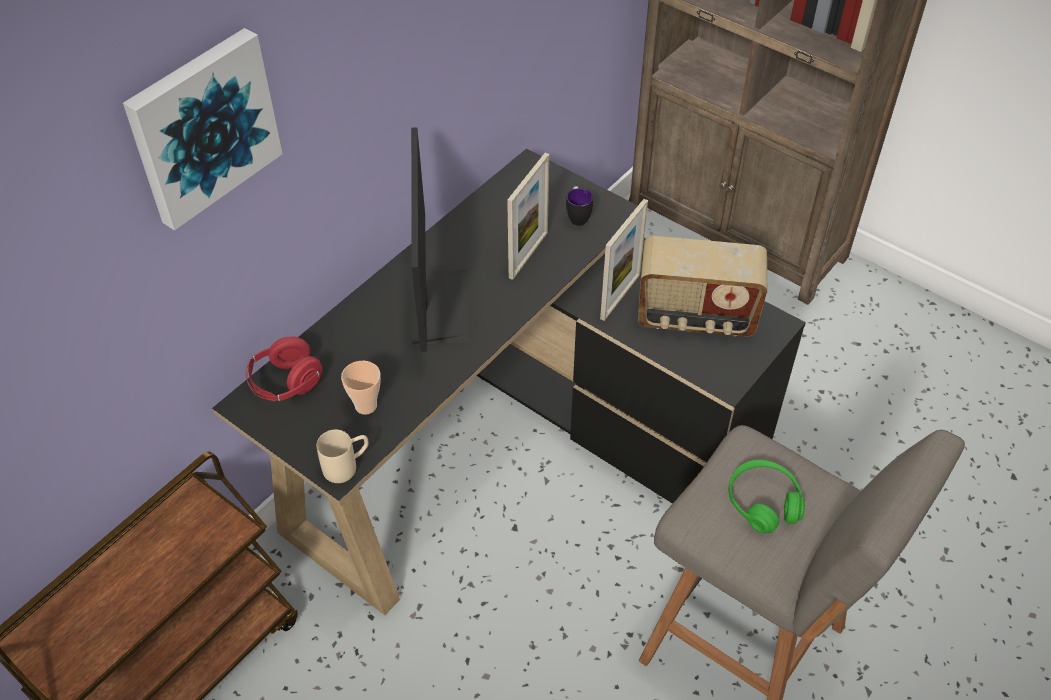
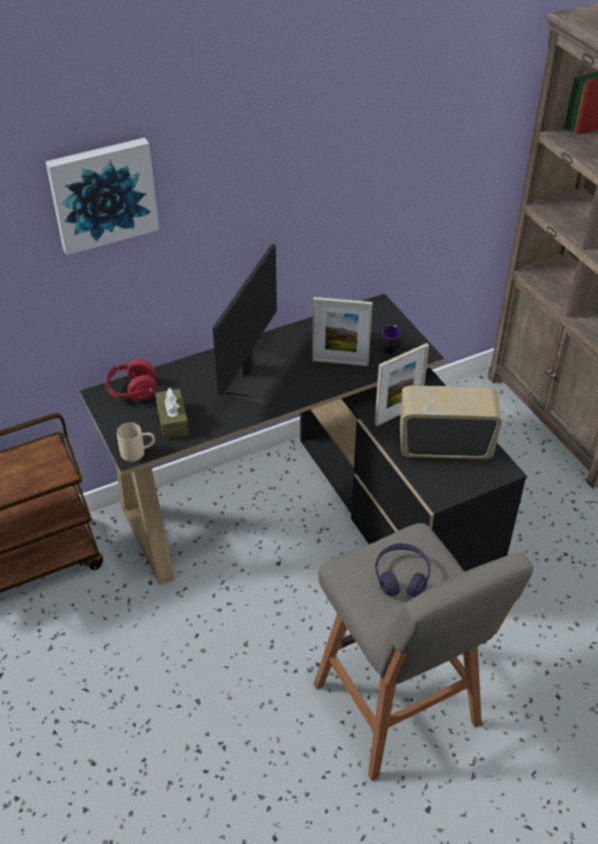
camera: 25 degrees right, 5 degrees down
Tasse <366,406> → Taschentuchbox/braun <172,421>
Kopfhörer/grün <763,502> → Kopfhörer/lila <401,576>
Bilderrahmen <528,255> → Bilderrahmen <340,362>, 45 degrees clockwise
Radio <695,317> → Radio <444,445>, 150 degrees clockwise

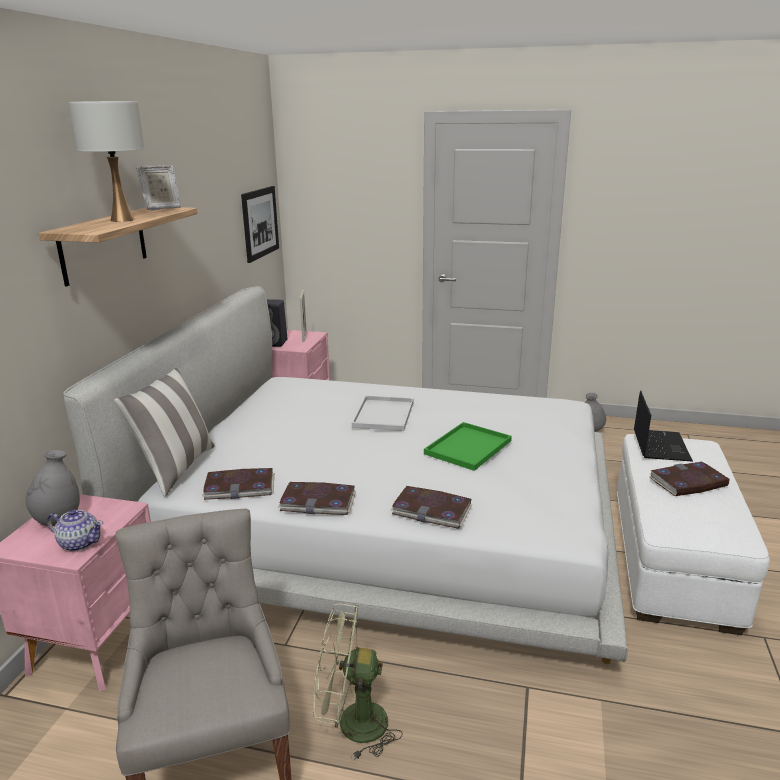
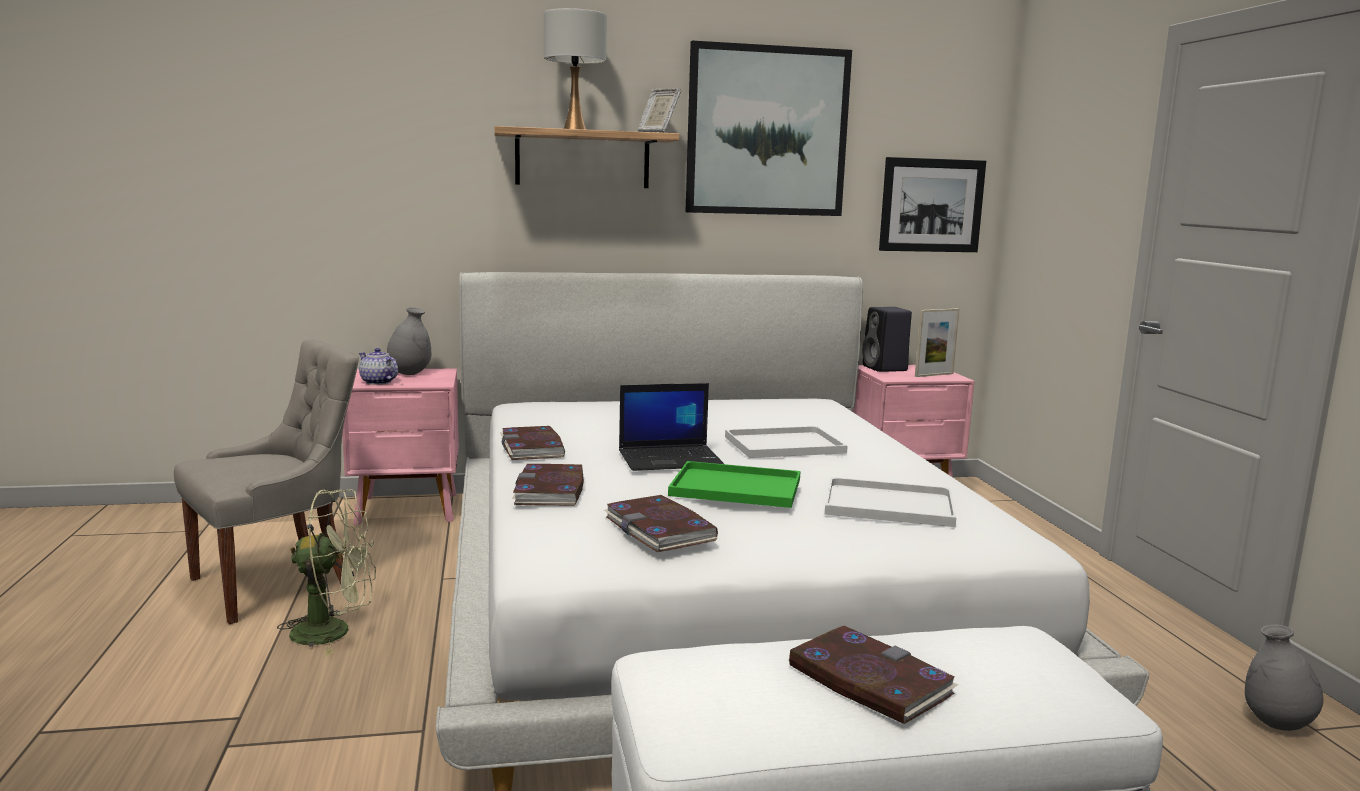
camera: 65 degrees right, 10 degrees down
Kissen <176,468> → -
- → Bild <767,131>
- → Tablett/weiß <886,505>
Buch <240,487> → Buch <660,529>, move
Laptop <660,445> → Laptop <671,459>, move
Teekanne <79,543> → Teekanne <378,382>, 135 degrees clockwise
Ventilator/grün <351,724> → Ventilator/grün <334,631>, 105 degrees clockwise

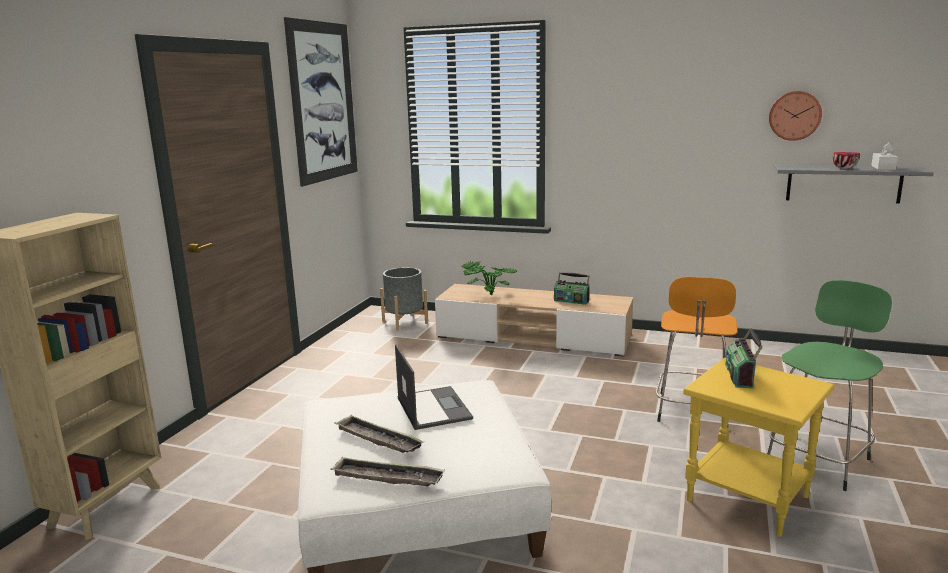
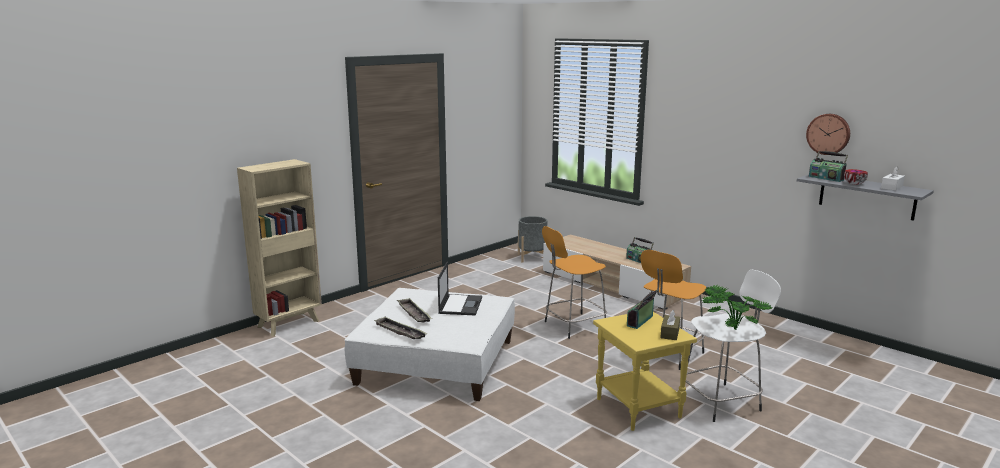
camera: 25 degrees right, 0 degrees up
Bild <323,102> → -
- → Hocker/orange <573,326>
- → Taschentuchbox/braun <670,333>
- → Radio <826,178>
Topfpflanze <488,294> → Topfpflanze <731,328>, move
Hocker/grün <819,459> → Hocker/weiß <722,401>

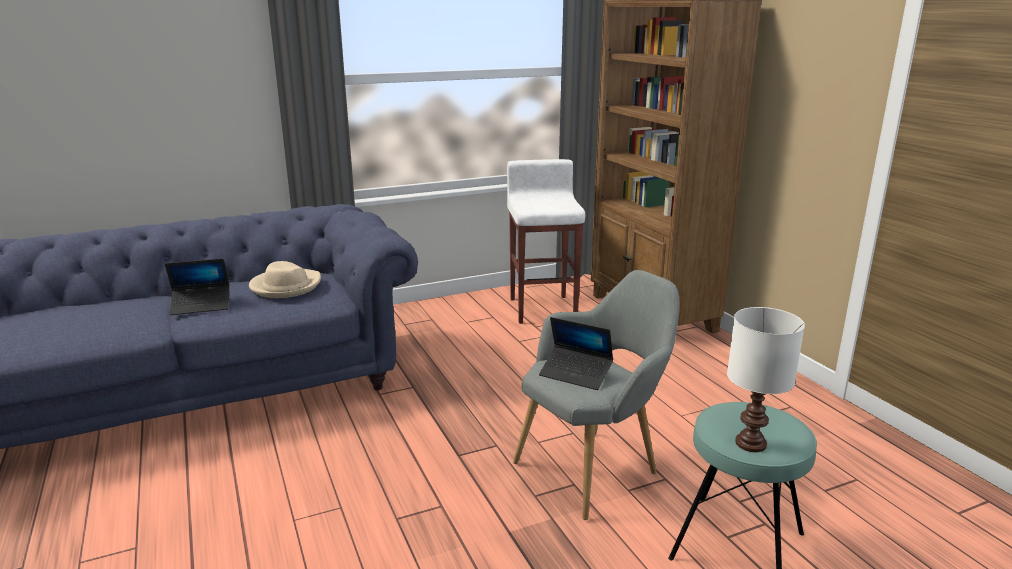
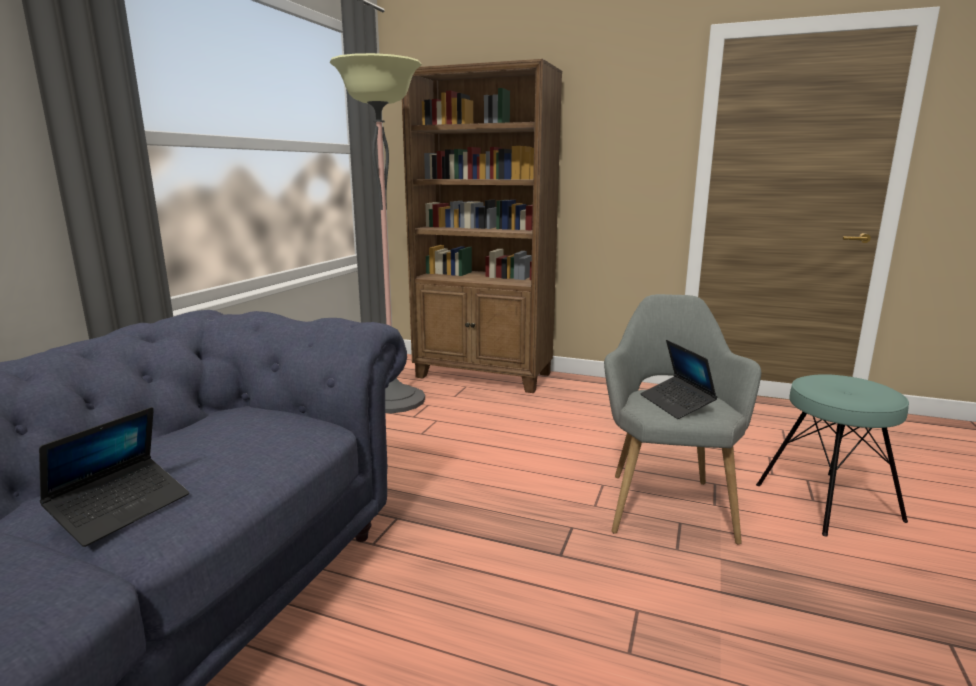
camera: 45 degrees left, 5 degrees down
Hut/beige <285,286> → -
Tischlampe/weiß <751,443> → -
Hocker/weiß <543,308> → Stehlampe <392,400>
Laptop <576,374> → Laptop <676,404>, 90 degrees clockwise

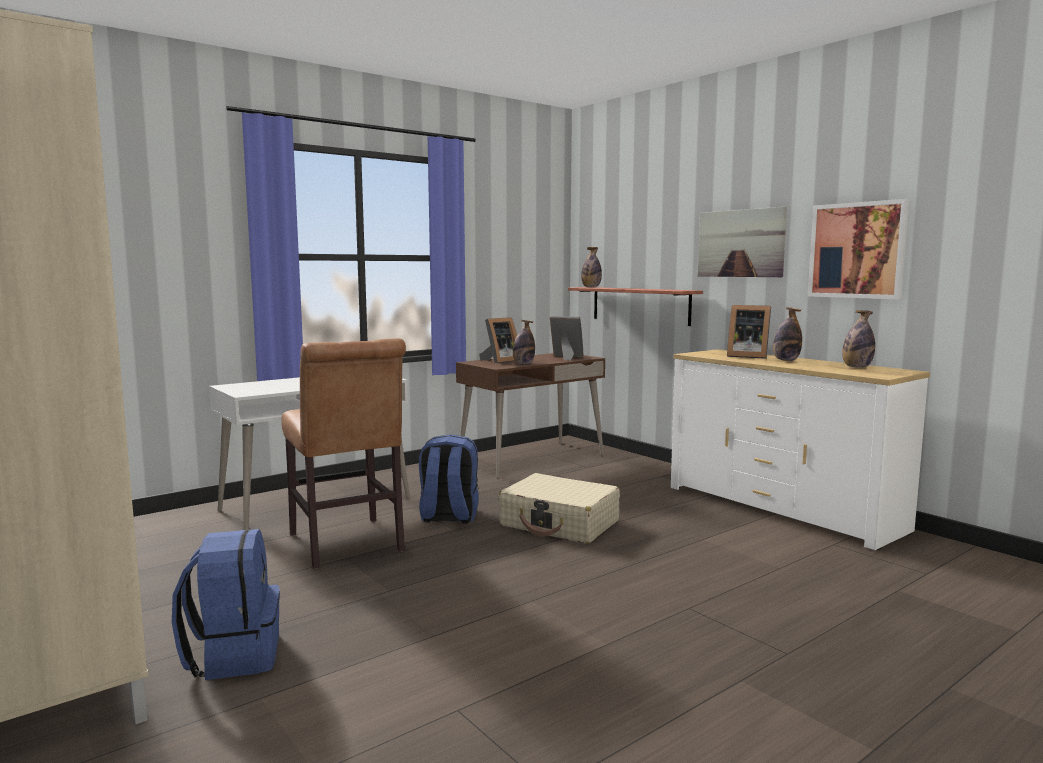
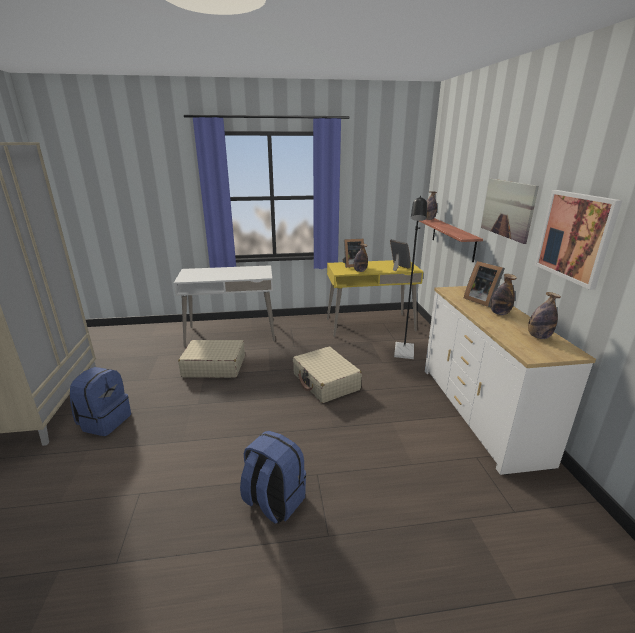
camera: 30 degrees right, 15 degrees up
- → Stehlampe/schwarz <404,354>
Rucksack/blau <448,517> → Rucksack/blau <273,501>, move
Stuhl/braun <347,545> → Koffer/beige <214,366>
Schreibtisch/braun <531,459> → Schreibtisch/gelb <370,325>

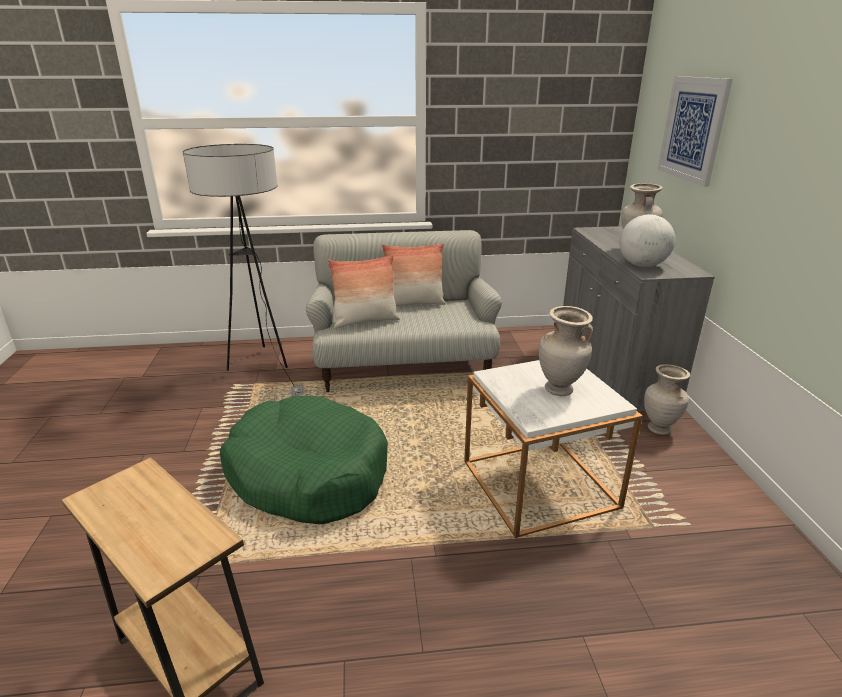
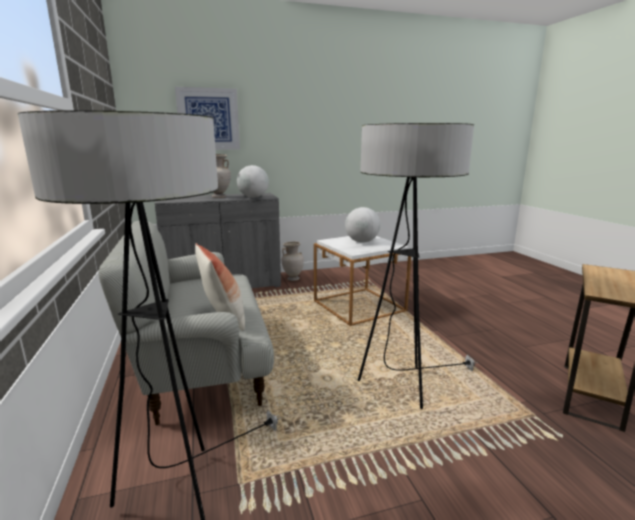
camera: 100 degrees left, 10 degrees down
Kissen <414,304> → -
Hundebett/grün <308,474> → Stehlampe <401,388>
Vase/beige <559,390> → Globus <362,242>

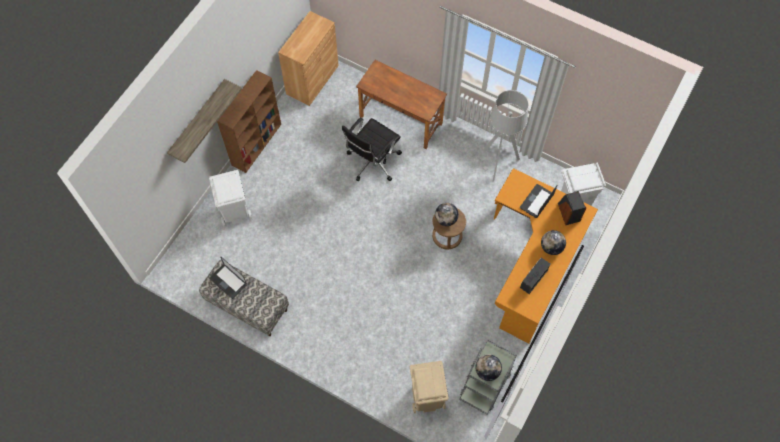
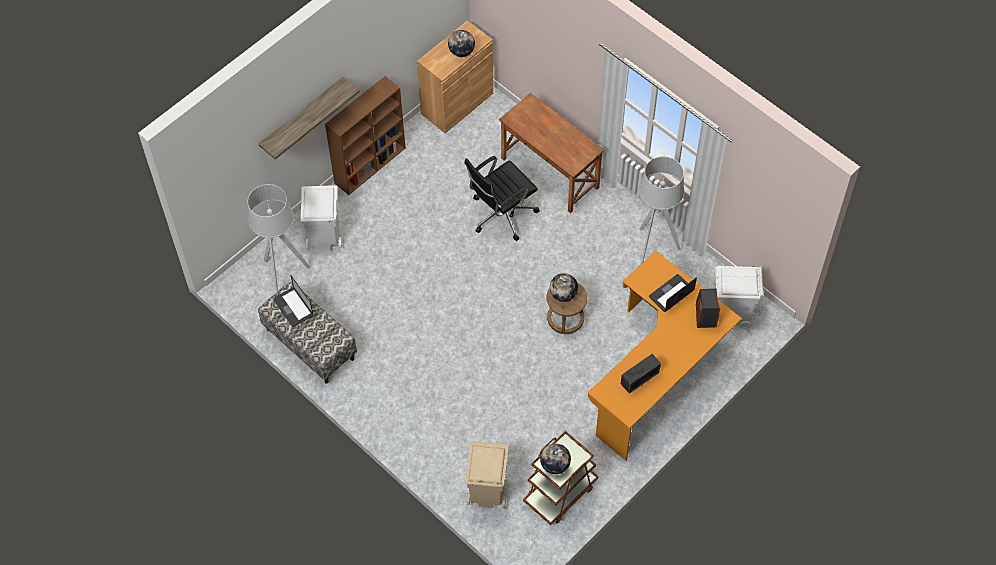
camera: 15 degrees right, 5 degrees down
- → Stehlampe/grau <284,275>
Globus <551,247> → Globus <461,52>, move
Rollwagen/grau <485,384> → Rollwagen/braun <560,493>

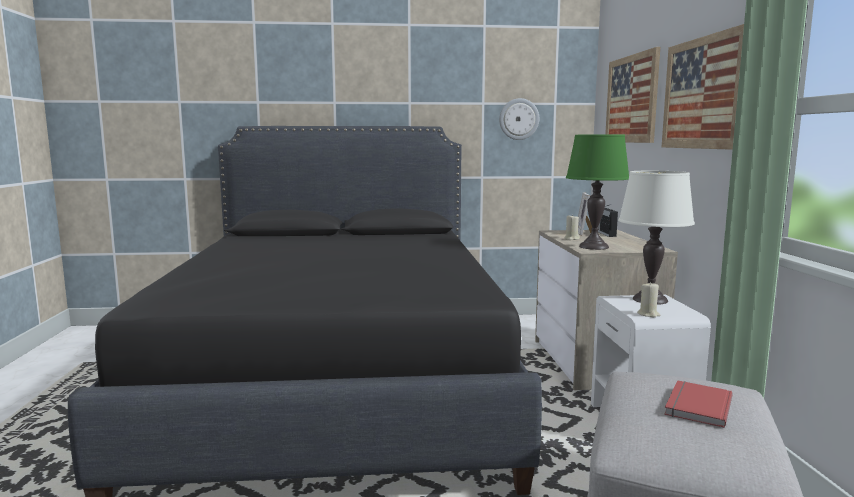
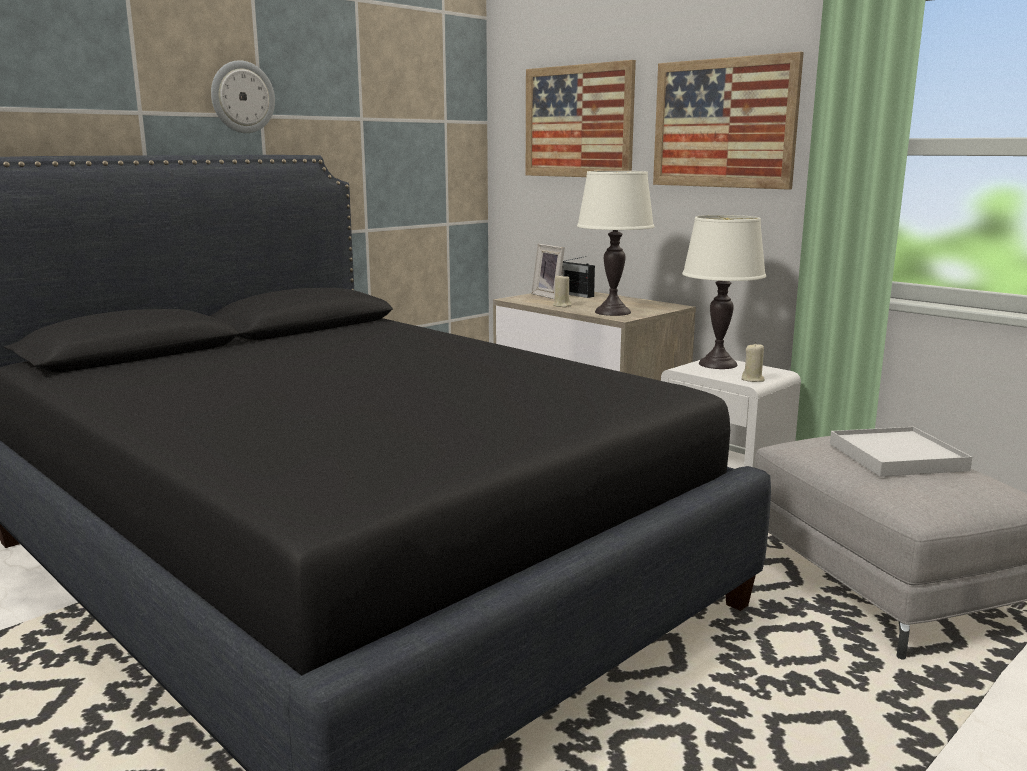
camera: 40 degrees left, 5 degrees up
Wanduhr <519,119> → Wanduhr <242,97>, move
Buch/rot <696,406> → Tablett/weiß <896,457>
Tischlampe/grün <594,247> → Tischlampe/weiß <613,312>

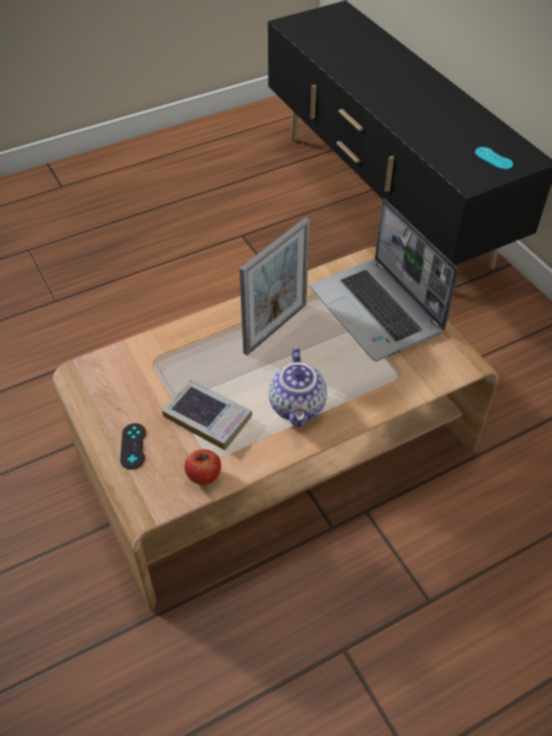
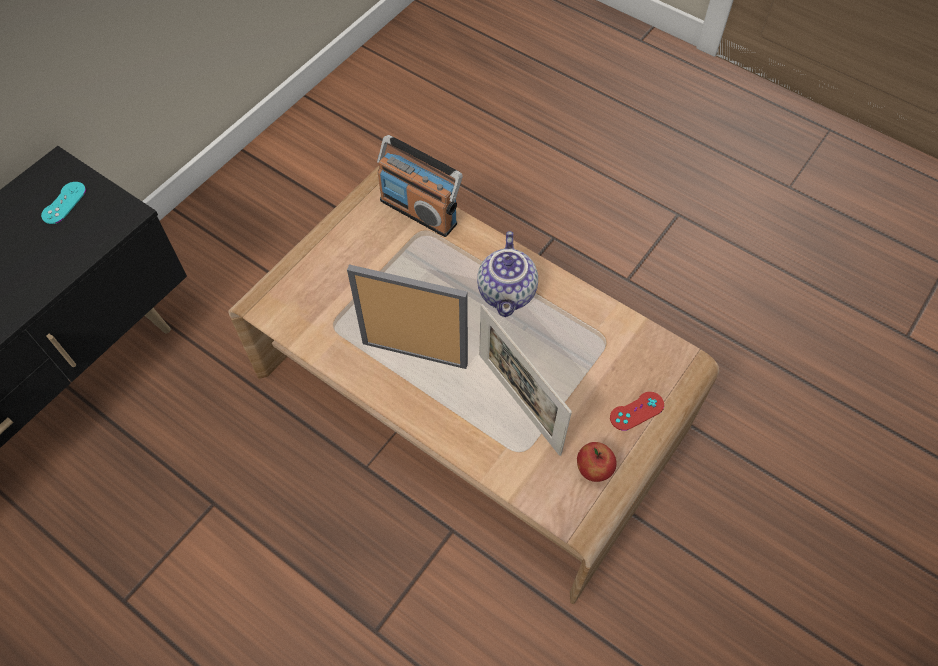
camera: 115 degrees left, 10 degrees up
Buch <208,417> → -
Laptop <378,311> → -
- → Radio <419,211>
- → Bilderrahmen <519,403>
Apfel <204,477> → Apfel <594,469>, move
Gamepad/schwarz <133,446> → Gamepad/rot <636,411>
Teekanne <298,406> → Teekanne <508,293>, 120 degrees clockwise

